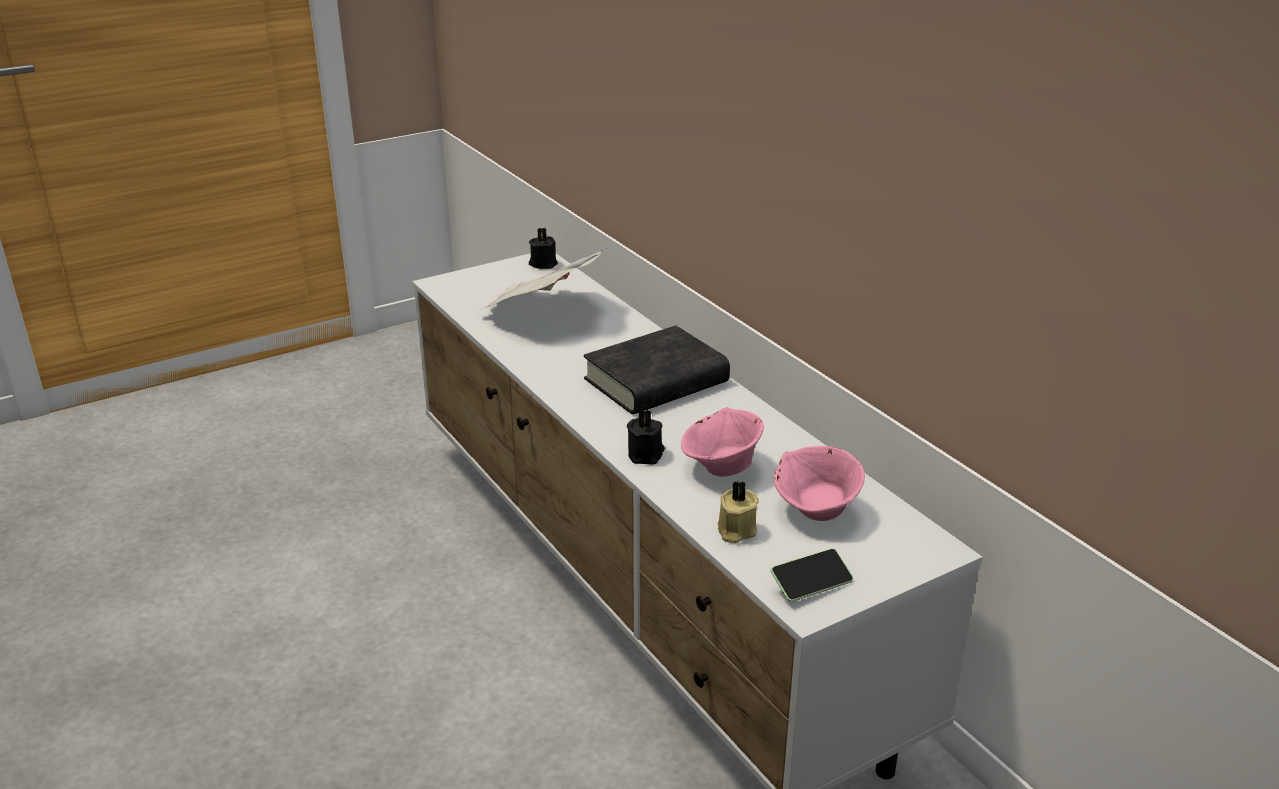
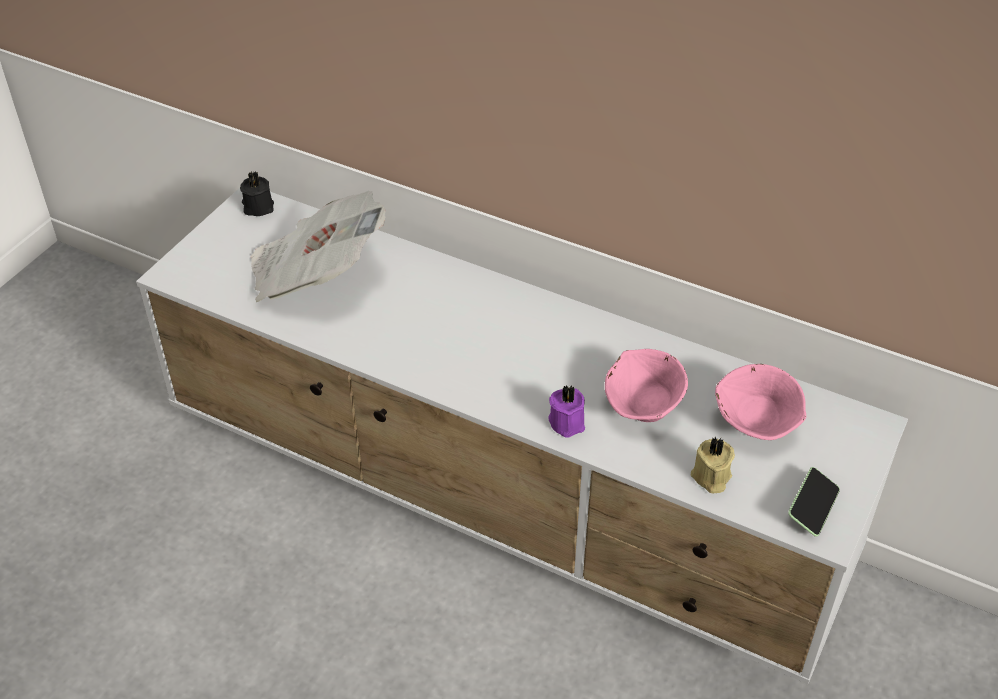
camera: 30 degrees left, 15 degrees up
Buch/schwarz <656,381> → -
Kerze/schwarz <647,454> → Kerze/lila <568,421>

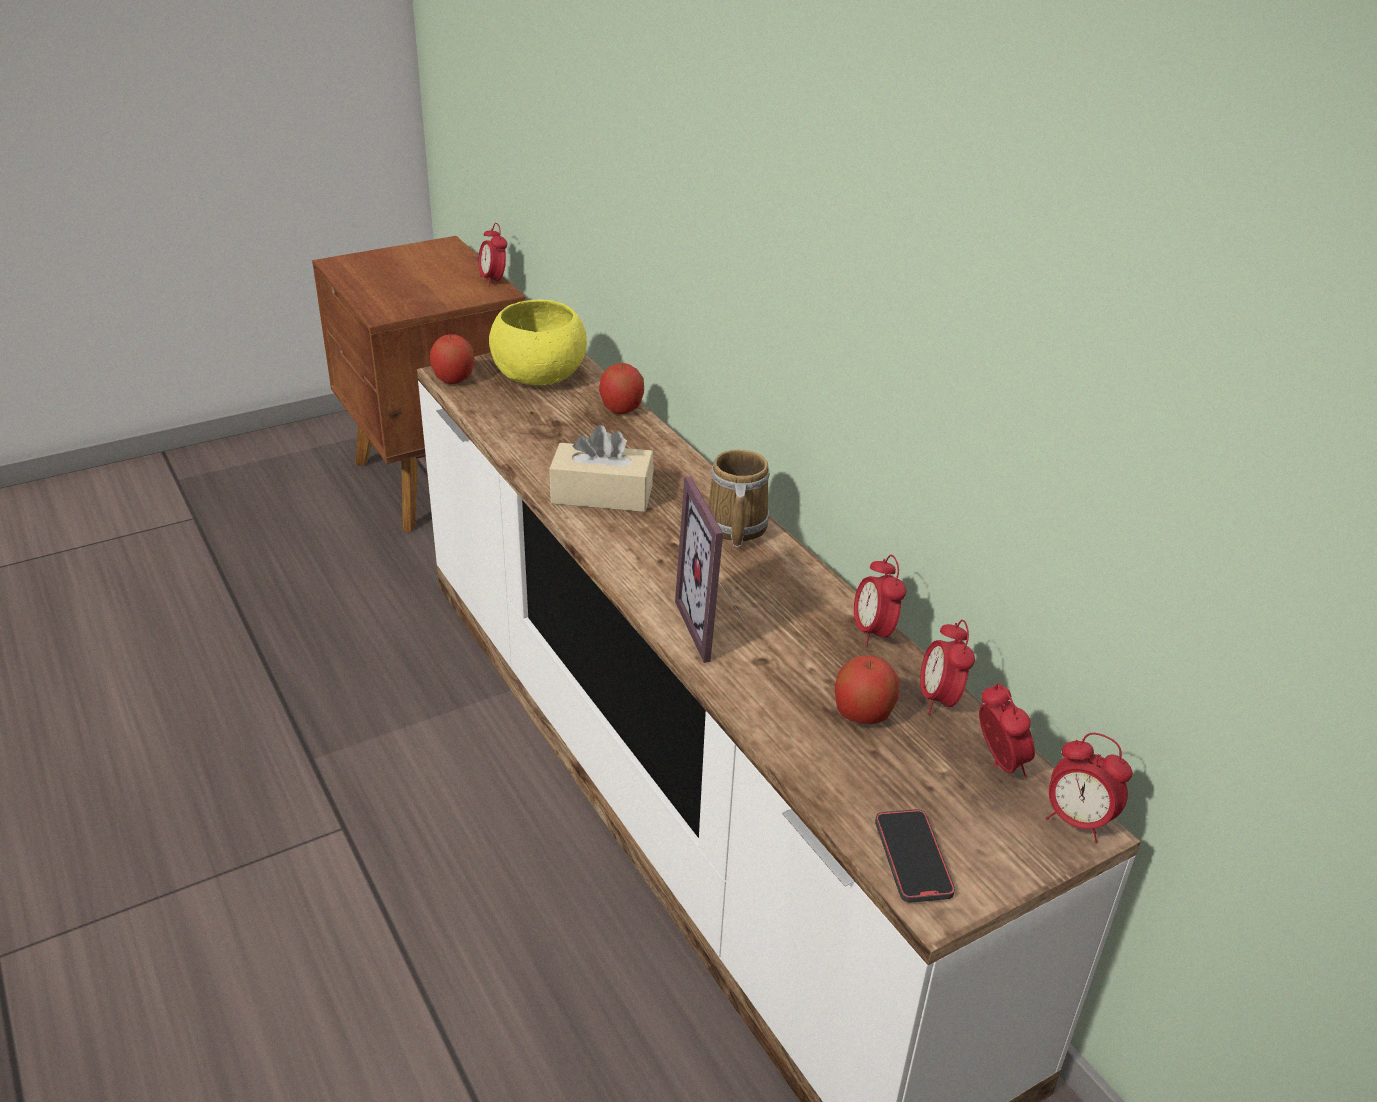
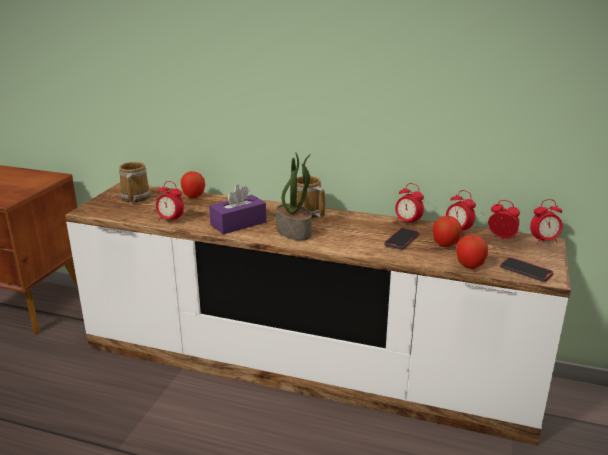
camera: 40 degrees left, 10 degrees down
Bilderrahmen <716,627> → -
- → Topfpflanze <294,231>
- → Handy <401,240>
Apfel <454,379> → Apfel <470,265>, move
Wecker <493,281> → Wecker <170,220>, move
Schüssel/gelb <538,377> → Henkelbecher <134,198>
Taschentuchbox/beige <602,494> → Taschentuchbox/lila <238,224>

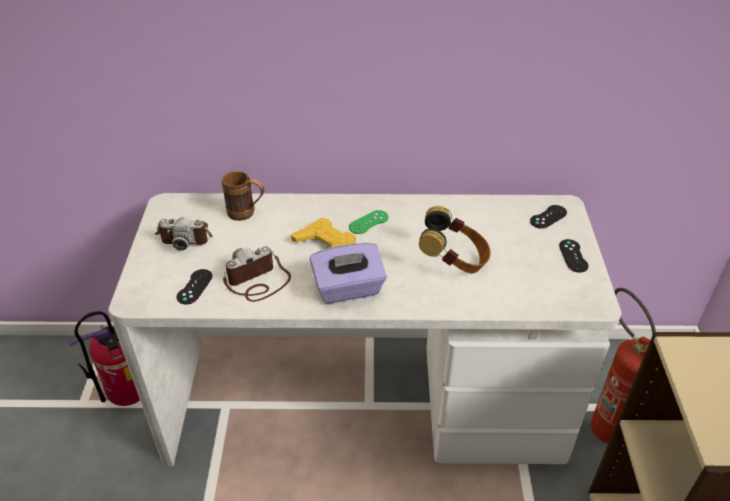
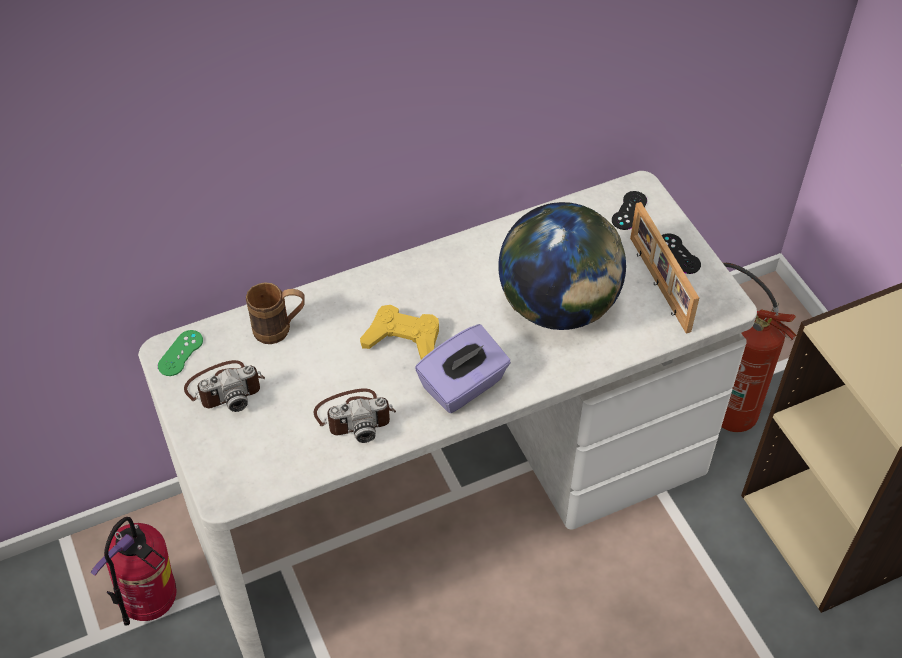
camera: 25 degrees left, 10 degrees up
Gamepad/schwarz <194,287> → -
- → Bilderrahmen <657,284>
Gamepad/grün <368,222> → Gamepad/grün <180,353>, move
Kopfhörer <454,261> → Globus <558,307>
Kamera <257,282> → Kamera <355,416>, 135 degrees counterclockwise

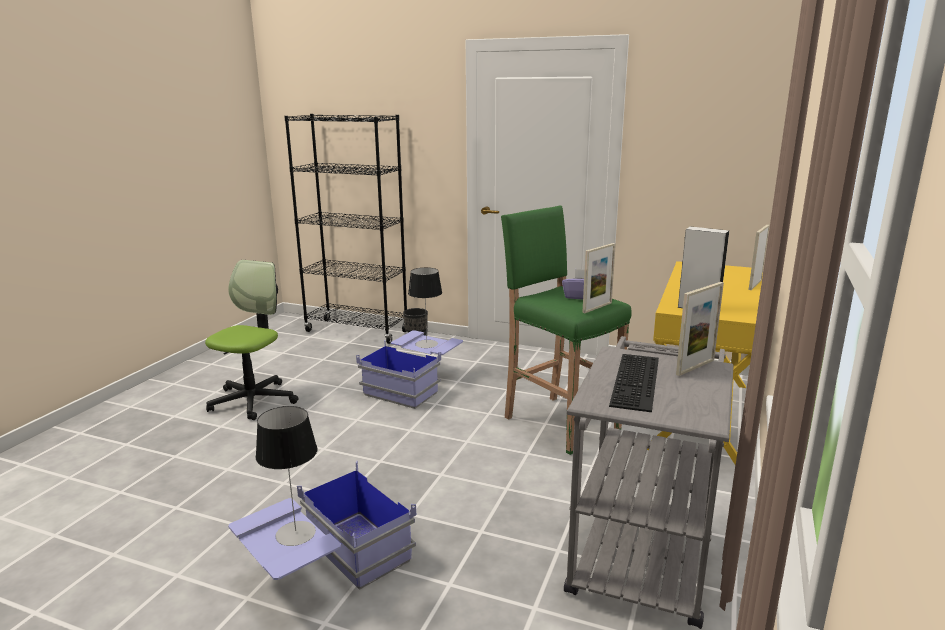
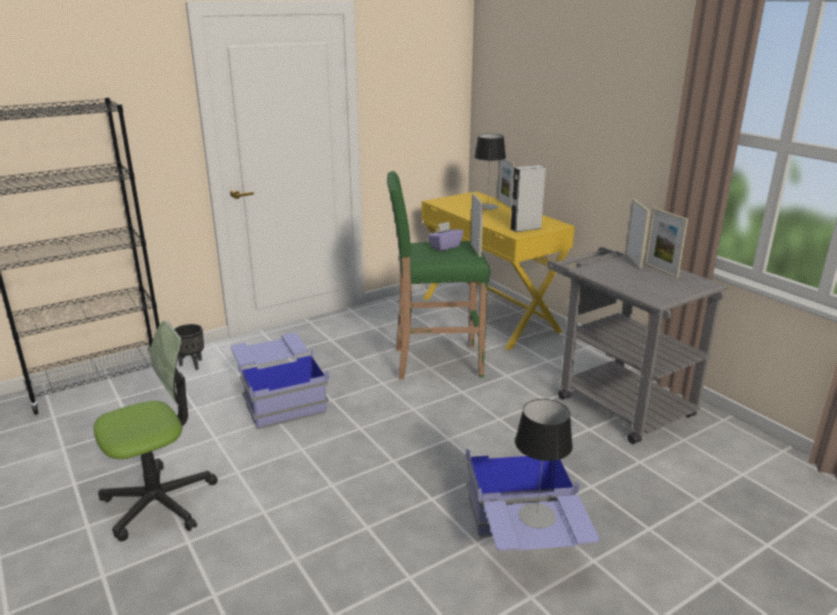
camera: 55 degrees left, 5 degrees up
Tastatur <638,382> → -
- → Bilderrahmen <660,270>
Tischlampe <426,344> → Tischlampe <487,206>, move
Bürostuhl <253,401> → Bürostuhl <159,502>, 90 degrees clockwise

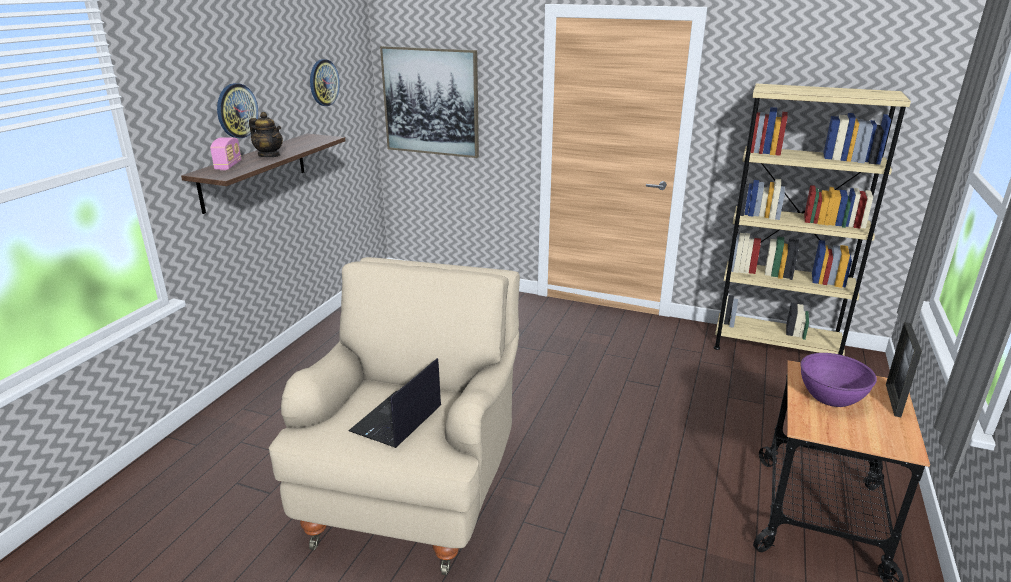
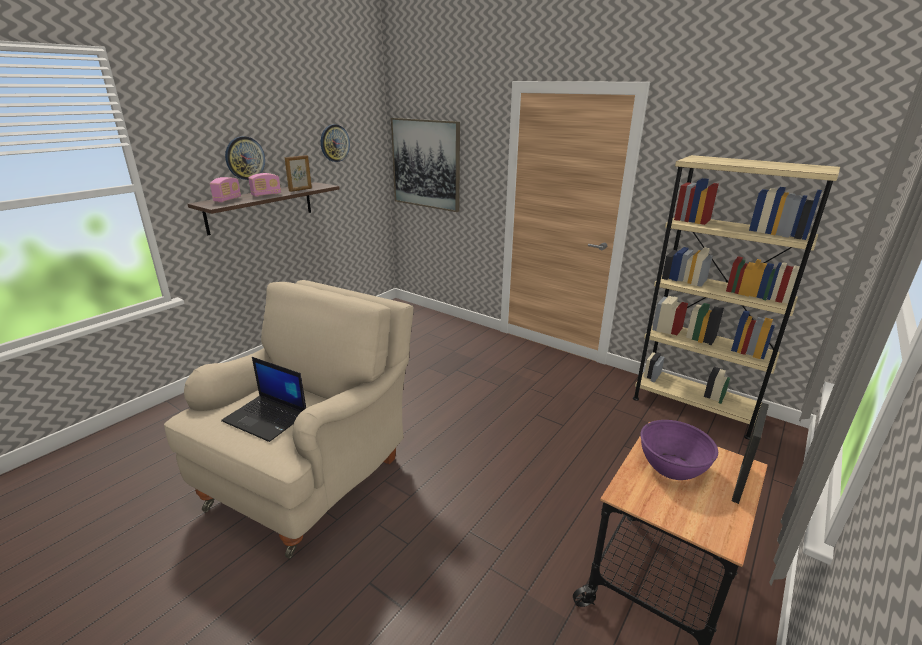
camera: 15 degrees right, 0 degrees up
- → Bilderrahmen <300,190>
Teekanne <269,155> → Radio <266,194>
Laptop <396,420> → Laptop <267,418>, 105 degrees counterclockwise

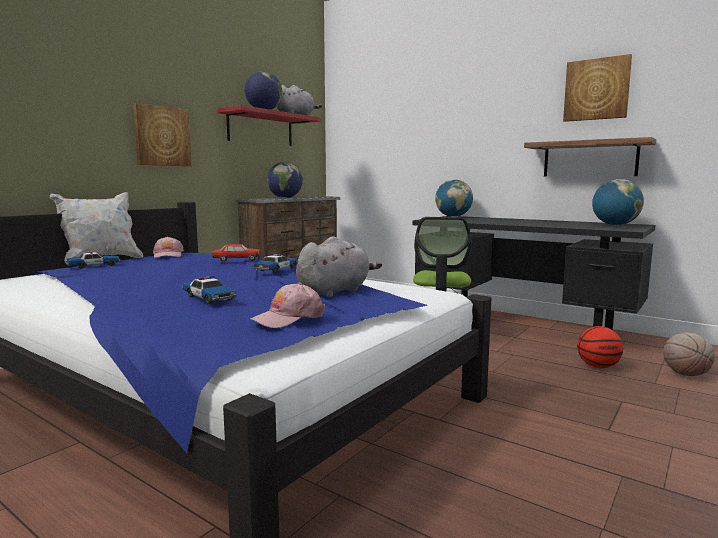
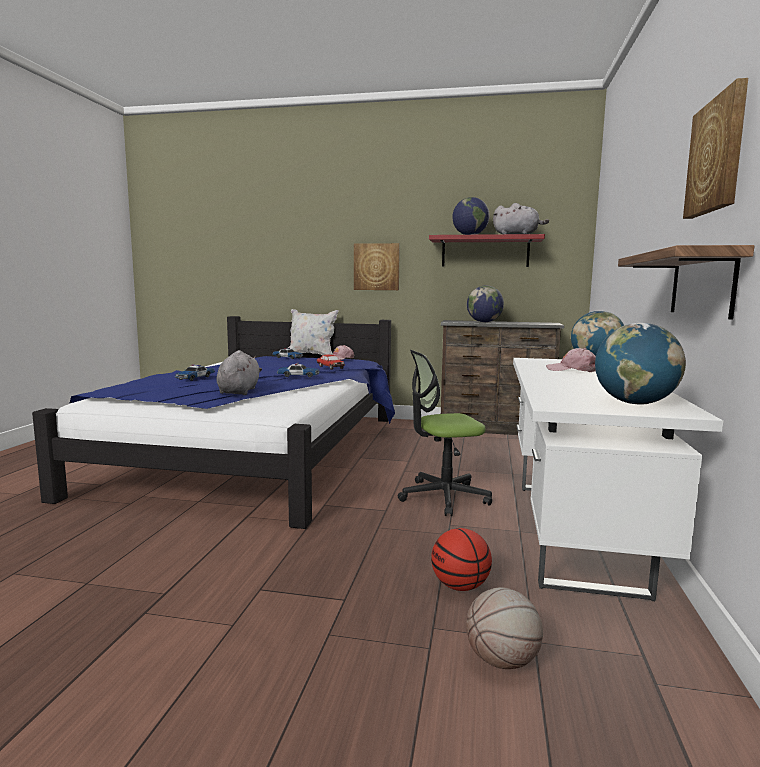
camera: 65 degrees right, 0 degrees up
Kappe/rosa <288,318> → Kappe/rosa <572,370>, move
Schreibtisch/schwarz <522,327> → Schreibtisch/weiß <575,532>
Plüschtier/grau <335,291> → Plüschtier/grau <239,391>, 105 degrees counterclockwise

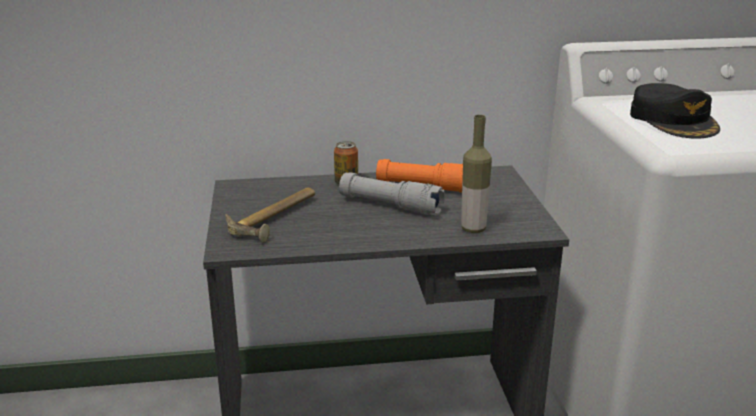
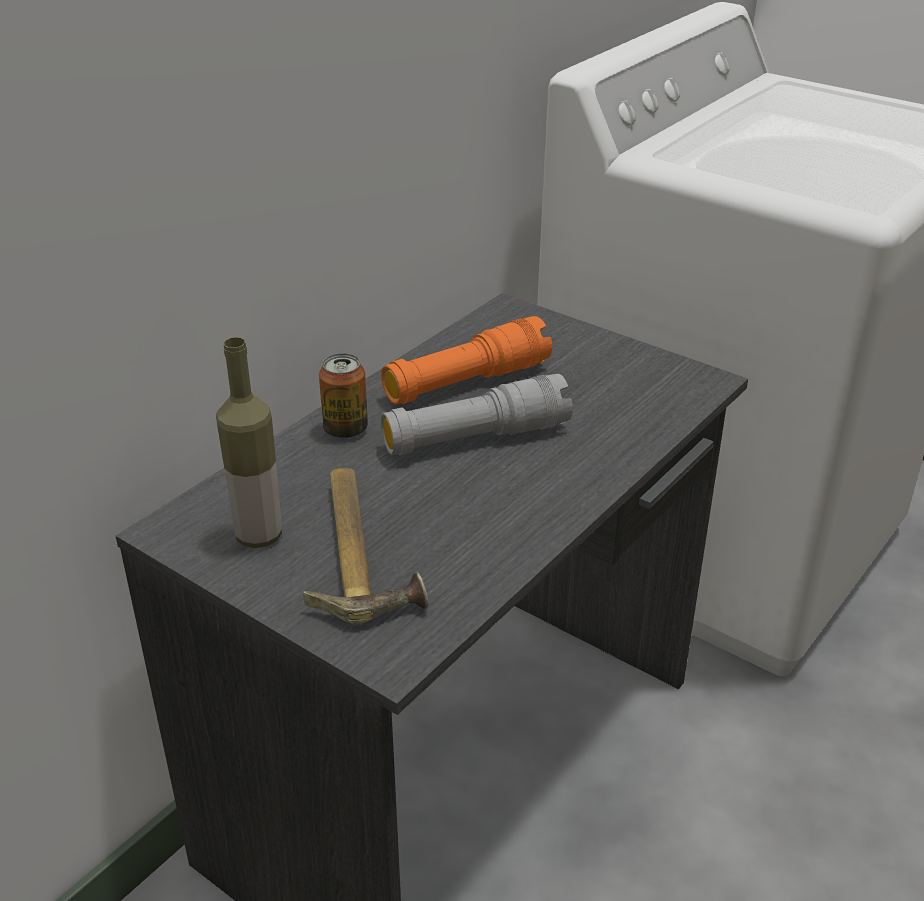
camera: 45 degrees left, 10 degrees up
Kappe/schwarz <673,121> → -
Flasche <473,229> → Flasche <259,536>, move

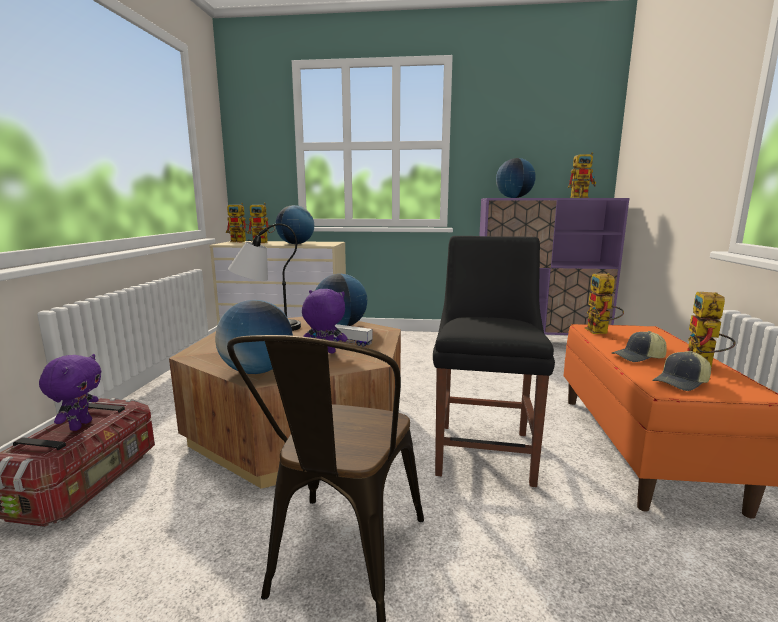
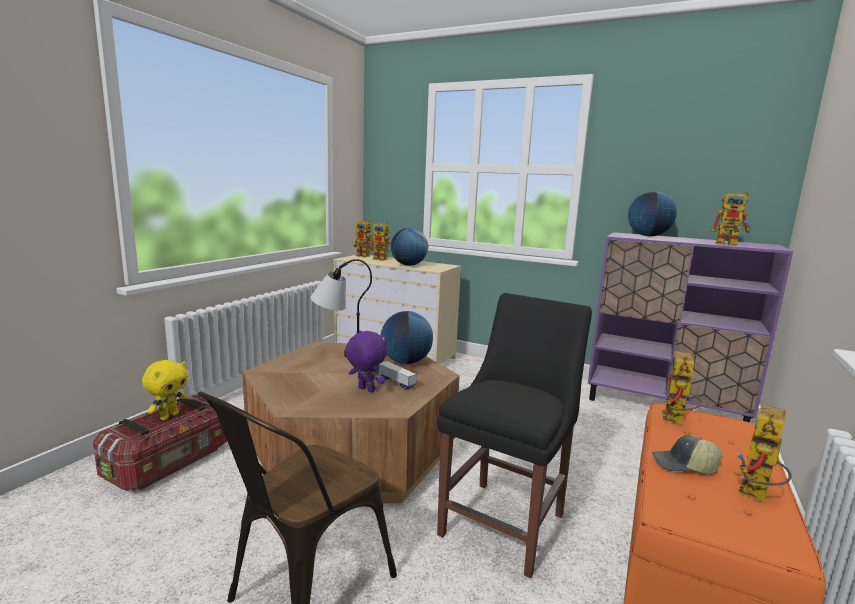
camera: 20 degrees right, 0 degrees up
Globus <257,371> → -
Kappe <681,383> → -
Plüschtier/lila <80,425> → Plüschtier/gelb <169,416>

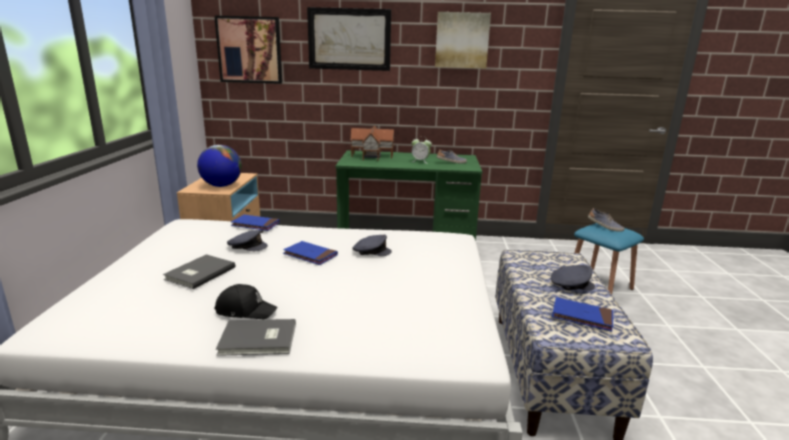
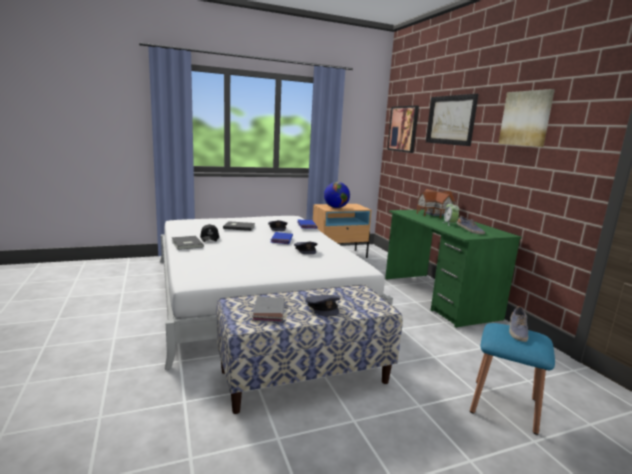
camera: 65 degrees right, 5 degrees down
Buch/blau <582,316> → Buch/grau <269,311>

